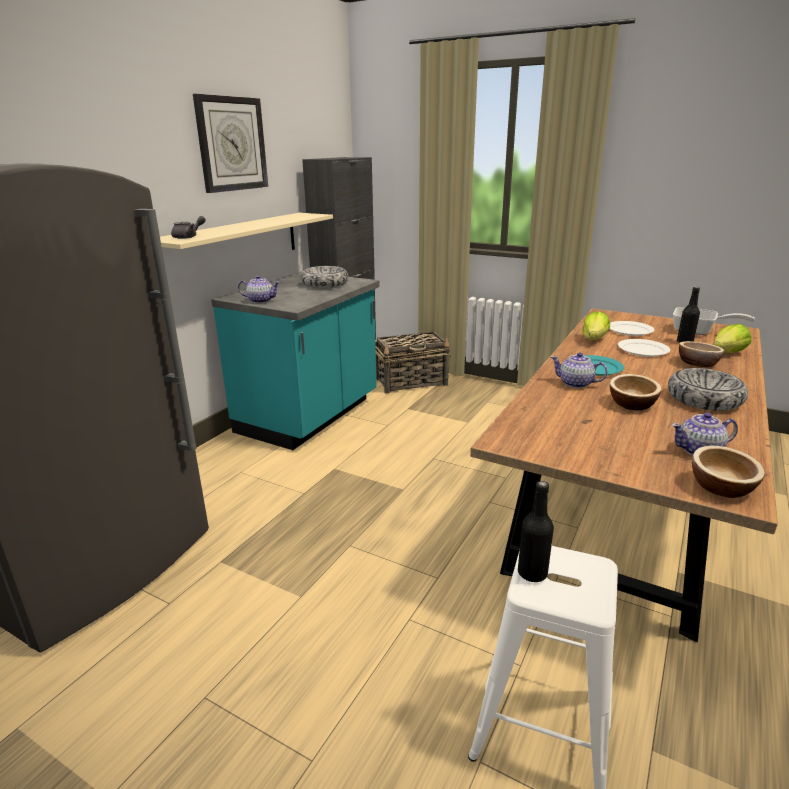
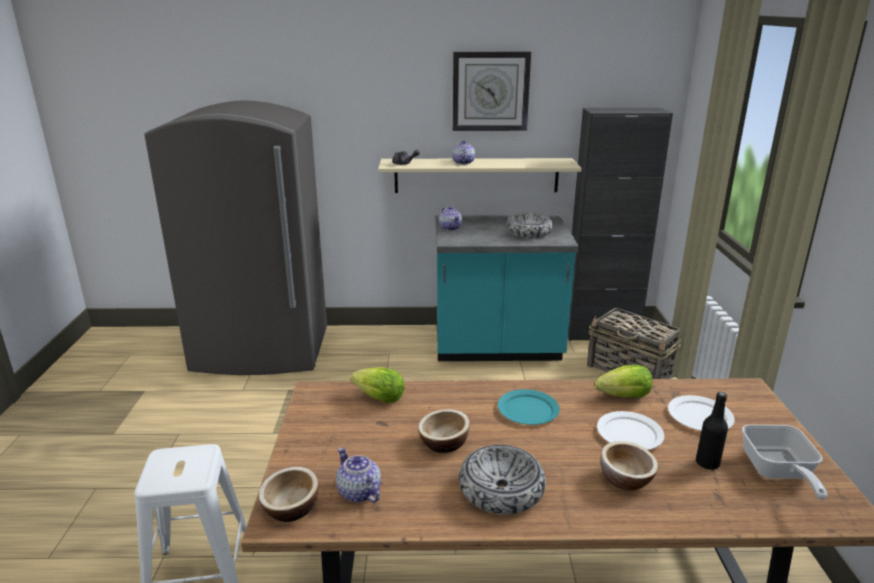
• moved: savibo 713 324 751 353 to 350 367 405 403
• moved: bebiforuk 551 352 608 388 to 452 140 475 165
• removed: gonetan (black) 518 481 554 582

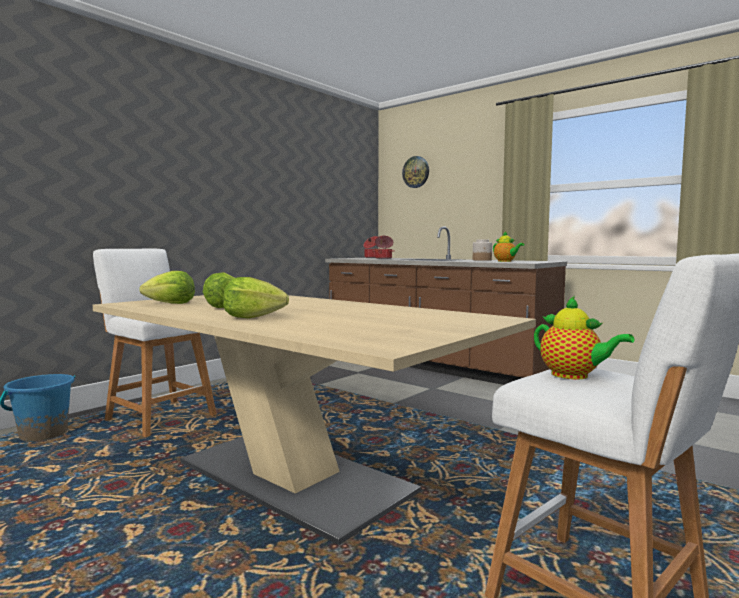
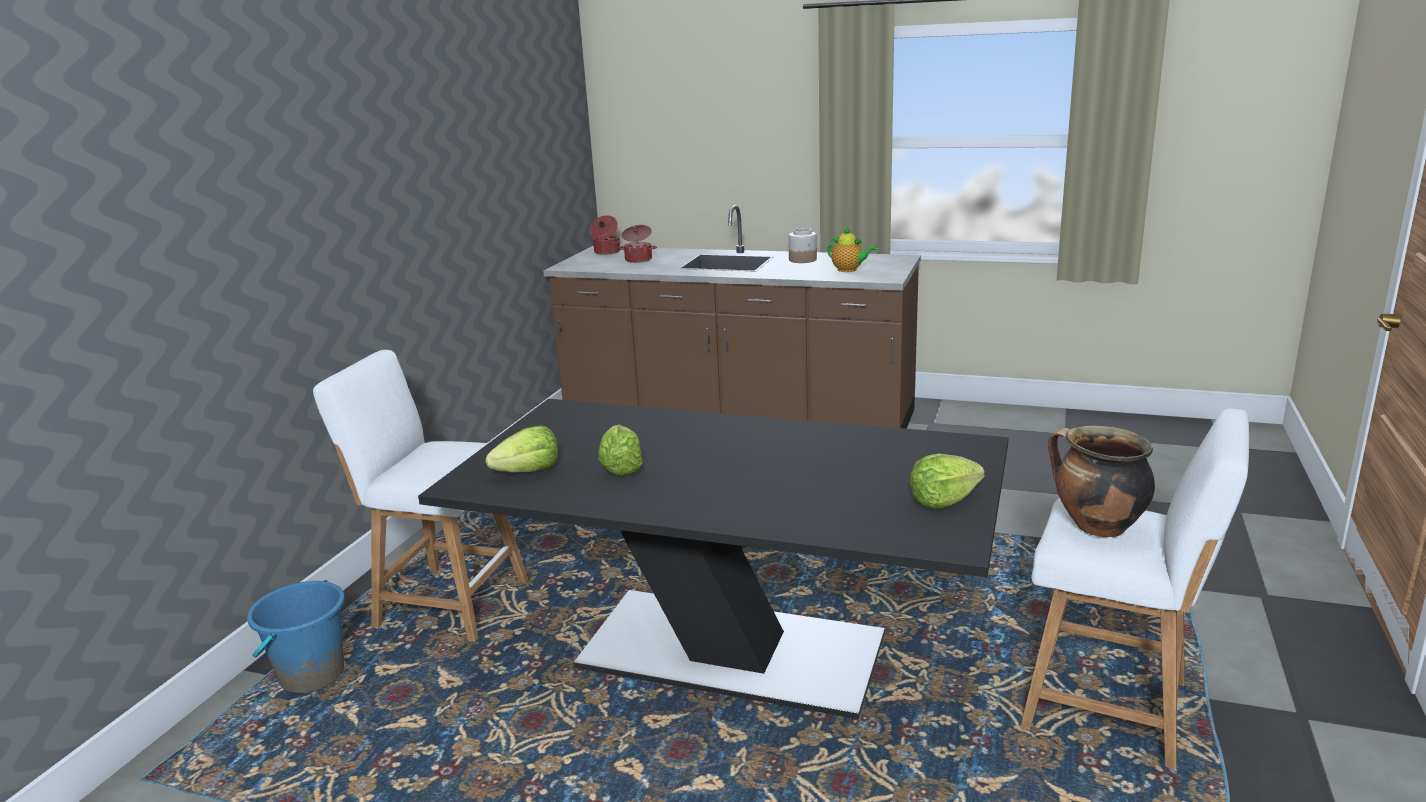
• removed: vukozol 402 156 429 188
• moved: savibo 223 277 289 319 to 910 454 985 508
• recoloured: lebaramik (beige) 93 295 536 545 to lebaramik (black) 418 399 1009 719
• replaced: bebiforuk 534 296 634 379 to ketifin 1048 426 1155 537

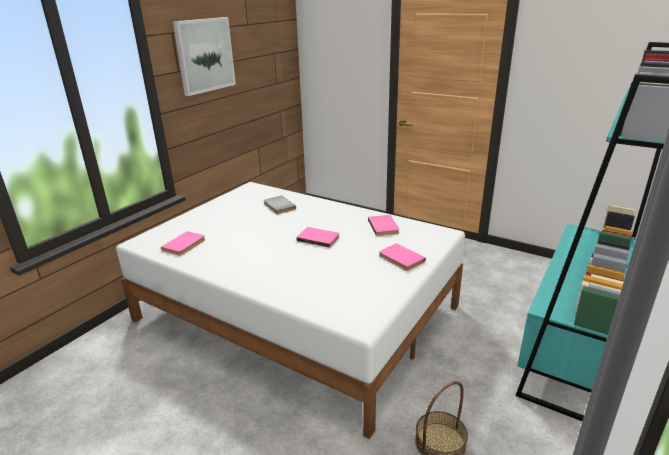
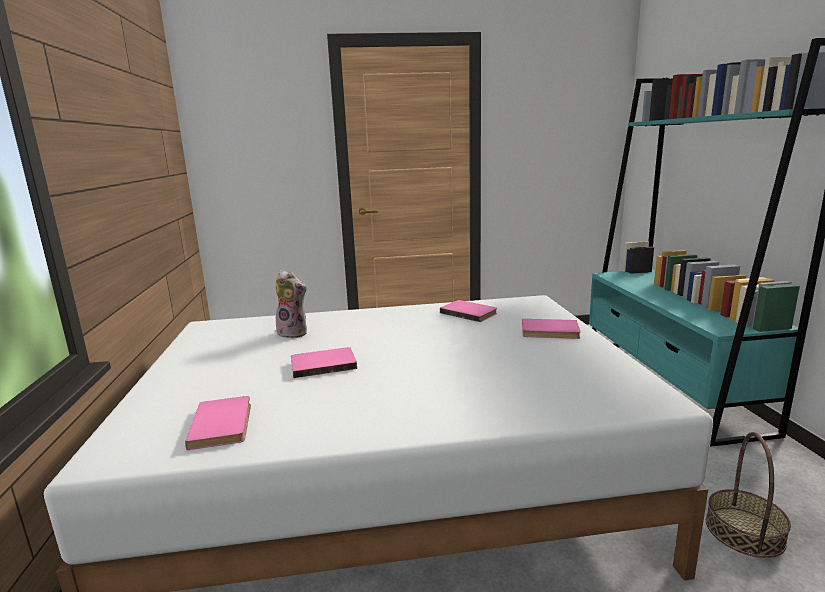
• removed: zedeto 173 17 236 96
• replaced: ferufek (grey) 264 195 296 214 to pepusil 275 270 307 338
• moved: ferufek (pink) 296 227 340 248 to 291 347 357 378

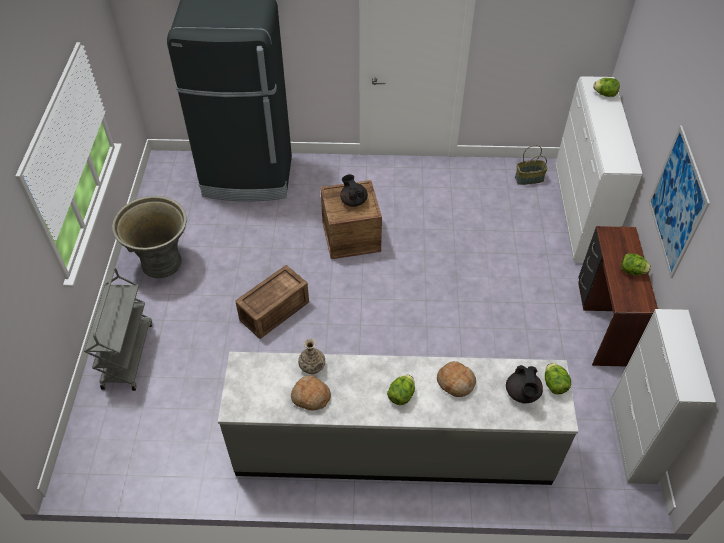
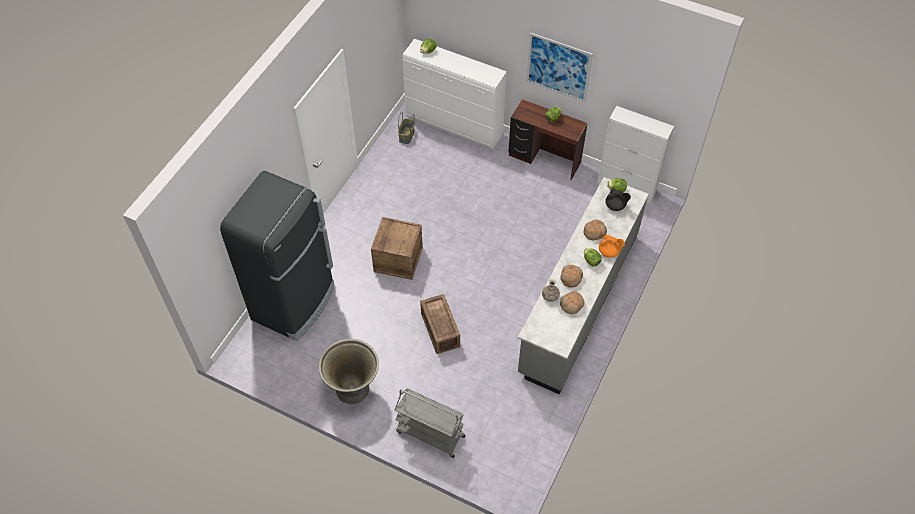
• removed: bebiforuk (black) 340 174 368 207
• added: bebiforuk (orange) 599 235 625 258
• added: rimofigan 560 265 583 288

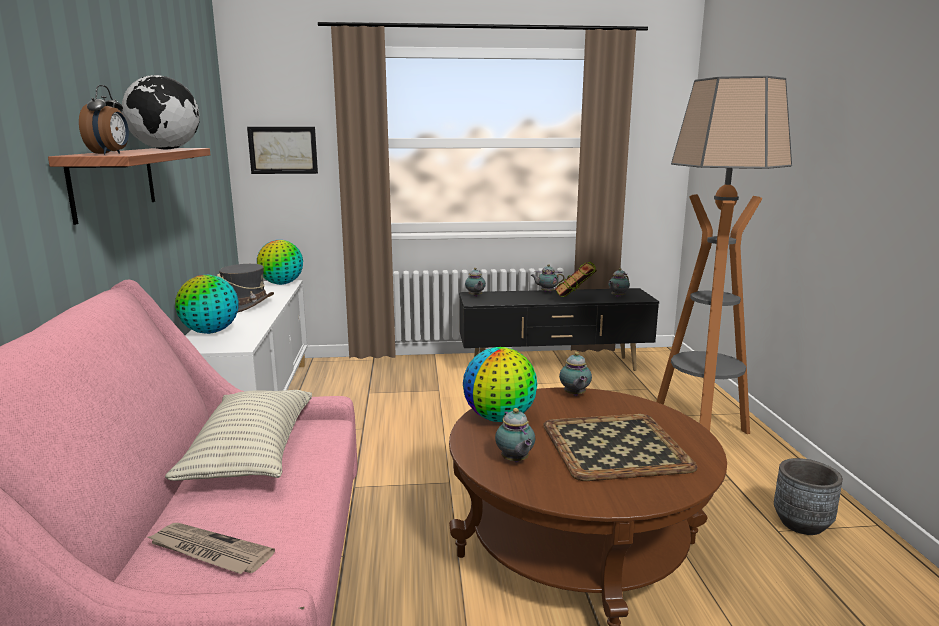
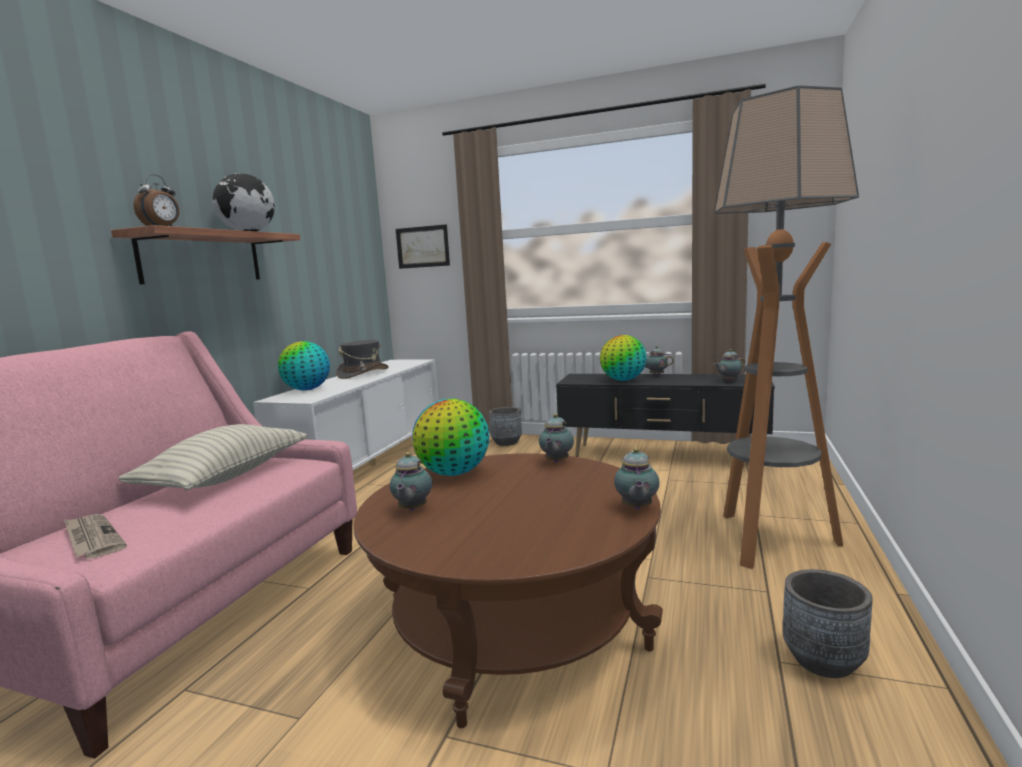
• moved: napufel 257 240 303 285 to 600 335 647 381
• removed: ferufek 554 262 597 297
• moved: bebiforuk 465 268 486 297 to 614 448 660 510
• removed: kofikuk 543 414 698 481
• added: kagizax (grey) 489 407 522 446

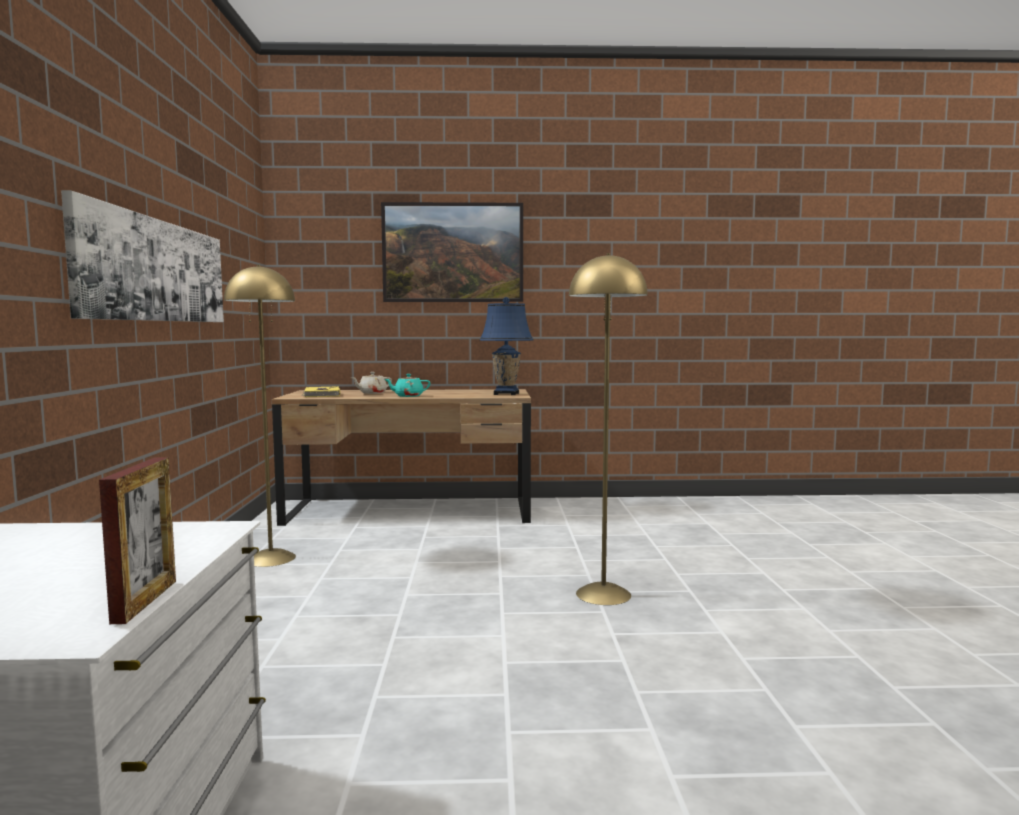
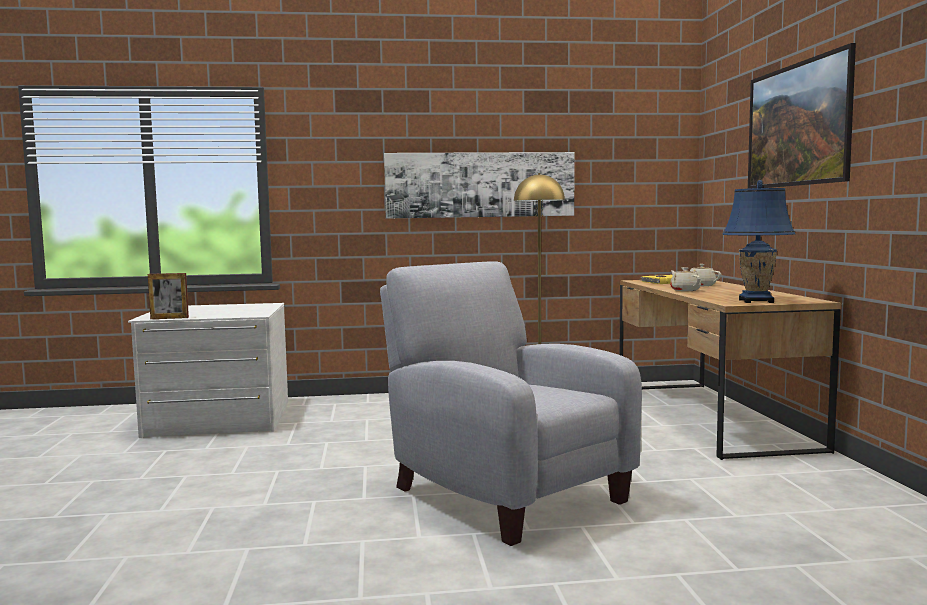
• replaced: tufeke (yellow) 569 253 648 605 to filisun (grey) 380 261 642 546
• recoloured: bebiforuk (turquoise) 385 374 430 397 to bebiforuk (beige) 670 267 701 291

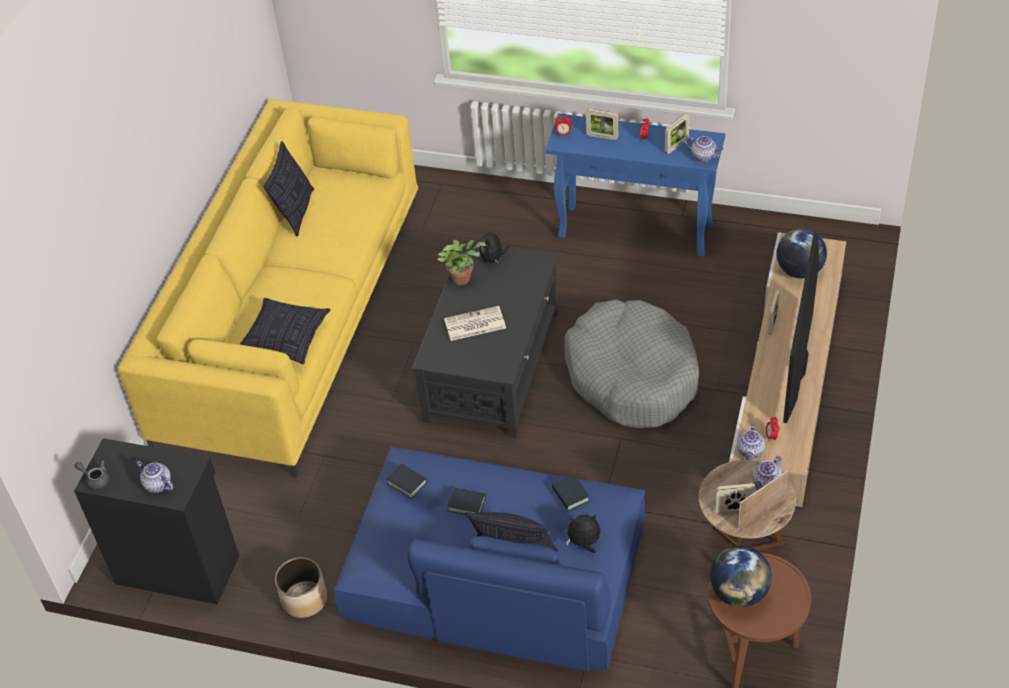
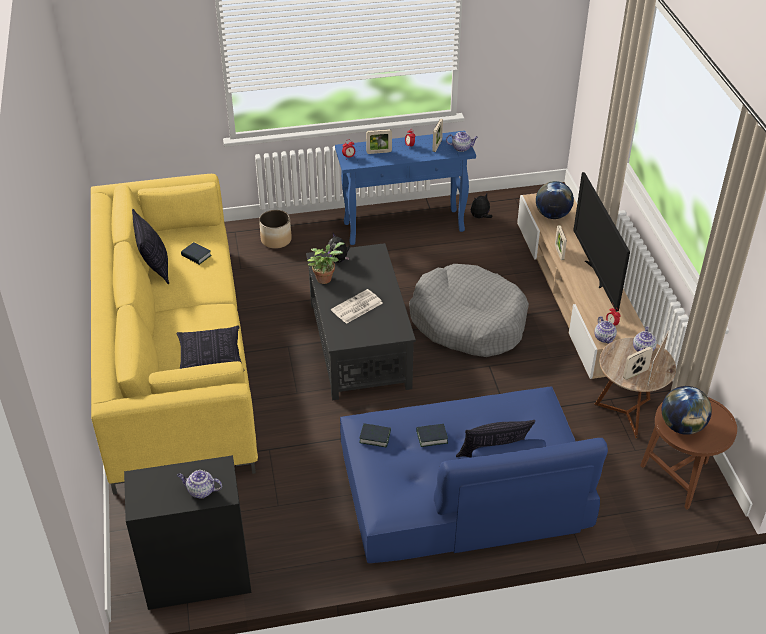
• removed: bebiforuk (grey) 75 460 110 491
• moved: ferufek 551 474 589 512 to 181 242 211 265
• moved: pepusil 566 514 601 553 to 471 194 492 218
• moved: kagizax 275 557 327 618 to 259 210 292 249

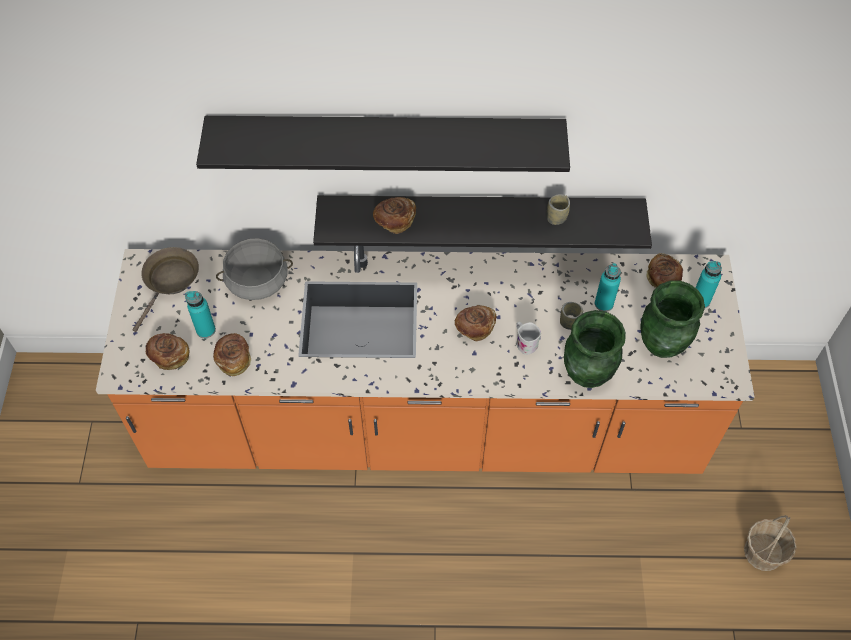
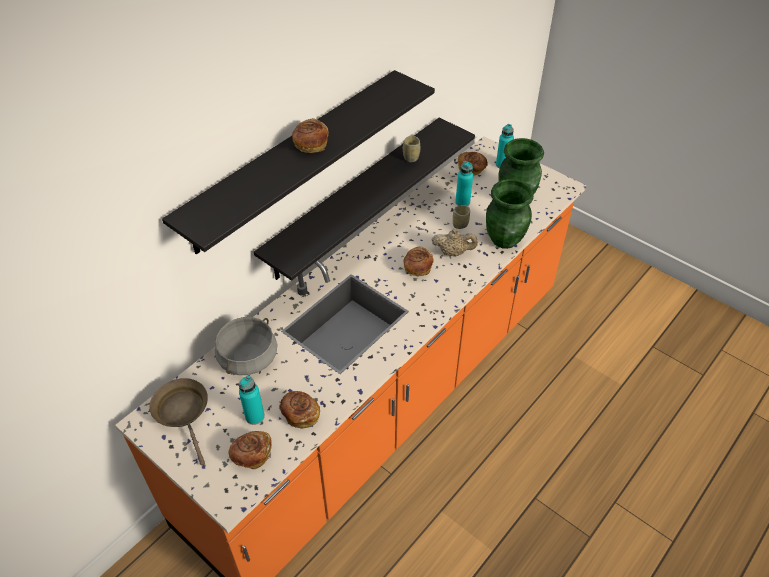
• moved: rimofigan 373 197 416 234 to 292 118 329 153
• replaced: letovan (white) 516 321 541 355 to bebiforuk (beige) 432 228 478 257
• removed: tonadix 744 515 797 571

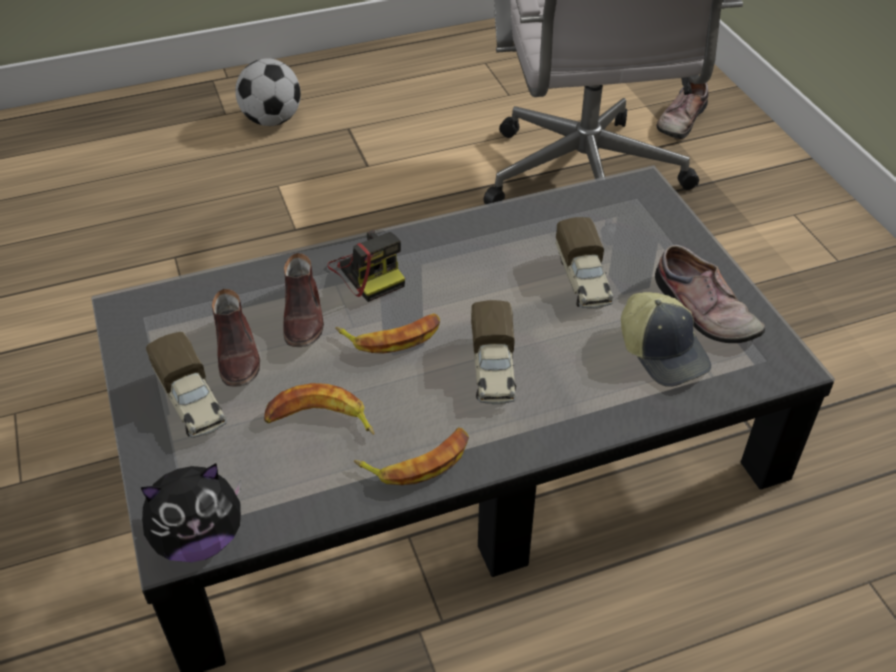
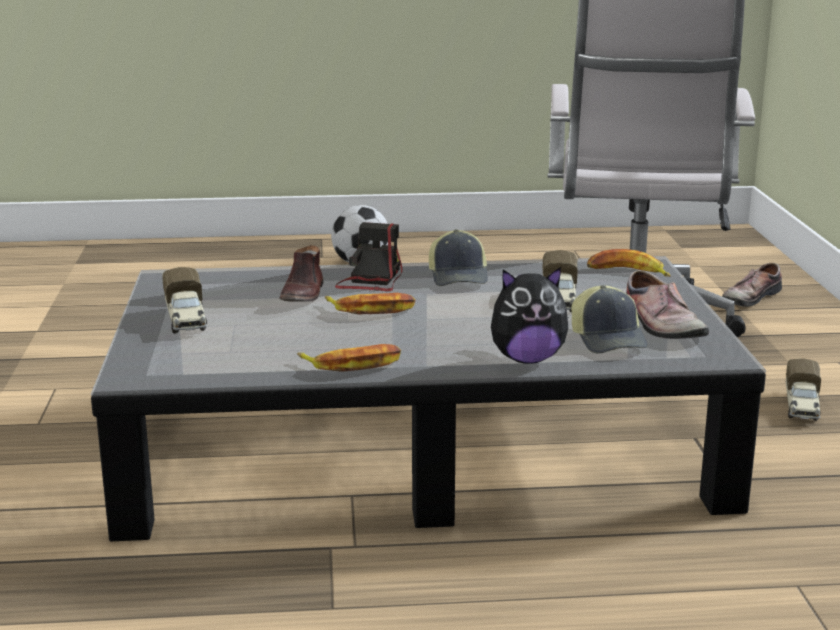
• turned: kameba 327 230 405 302 = 335 222 403 291 150 degrees counterclockwise
• removed: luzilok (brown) 212 289 260 387
• moved: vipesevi 471 300 516 405 to 786 358 821 421
• moved: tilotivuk 264 383 374 435 to 587 249 671 277
• moved: pepusil 141 463 241 562 to 491 267 568 364
• added: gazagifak 429 229 488 286

